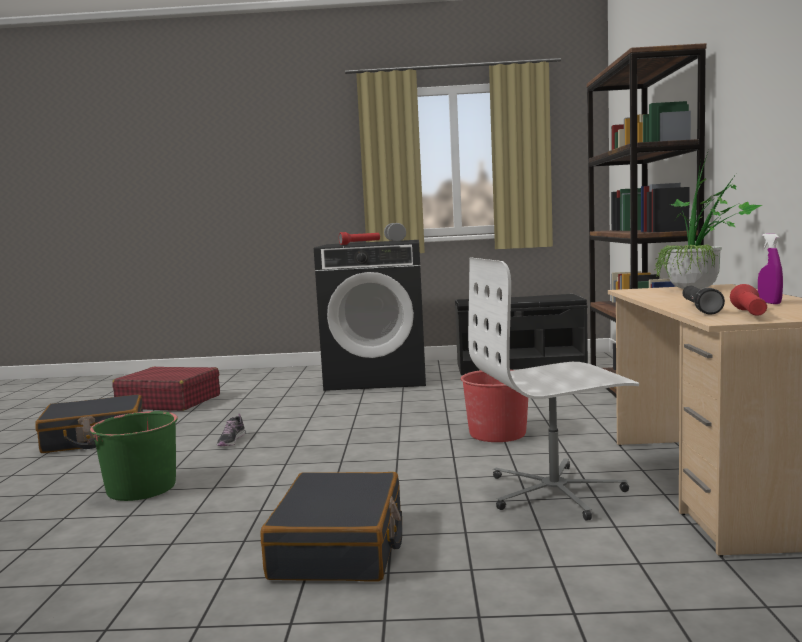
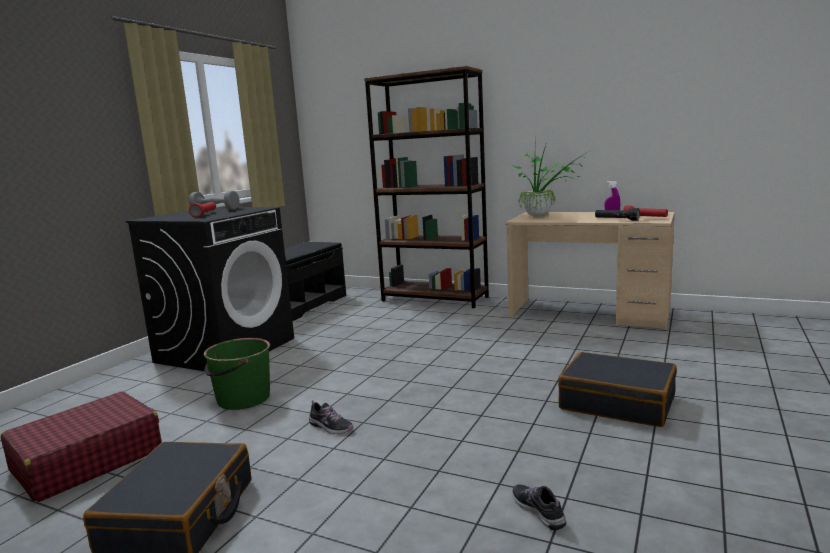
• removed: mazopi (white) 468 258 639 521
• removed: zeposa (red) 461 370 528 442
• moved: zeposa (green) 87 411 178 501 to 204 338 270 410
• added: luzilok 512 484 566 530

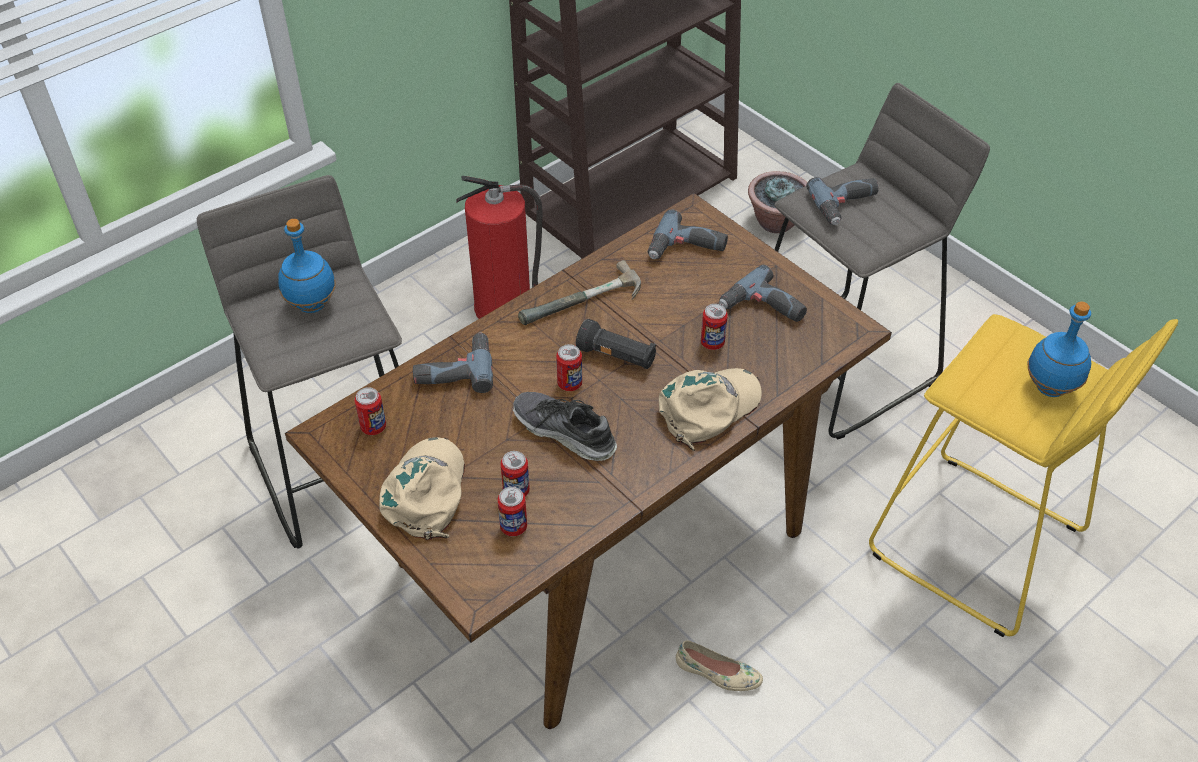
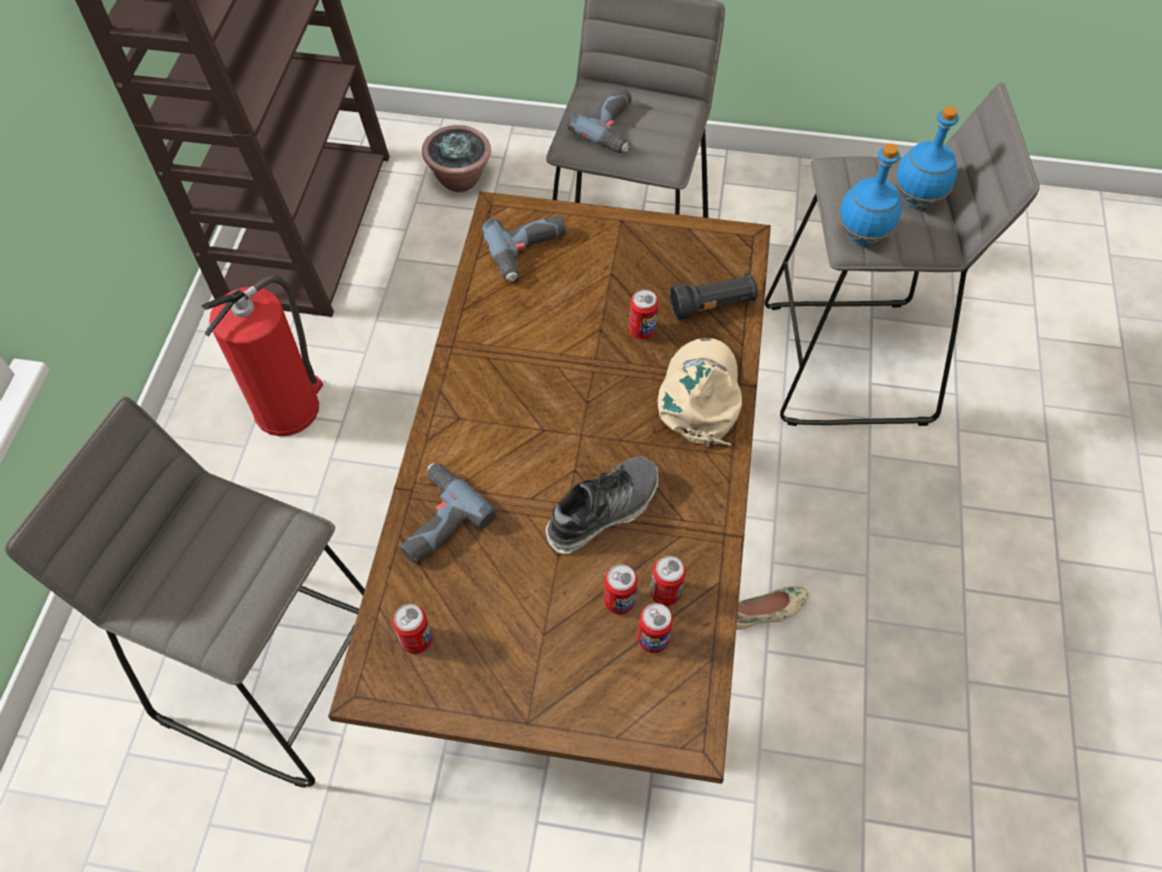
• moved: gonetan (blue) 278 219 336 313 to 839 144 902 246
• removed: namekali 518 260 641 325
• removed: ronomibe 719 264 807 322
• recoloured: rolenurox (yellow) 869 314 1178 637 to rolenurox (grey) 765 83 1040 426
• moved: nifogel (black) 576 319 656 369 to 670 272 759 320
• moved: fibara 556 344 582 391 to 650 556 686 606
• turned: luzilok 512 392 617 461 = 546 456 658 554 150 degrees clockwise
• removed: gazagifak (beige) 379 437 465 540

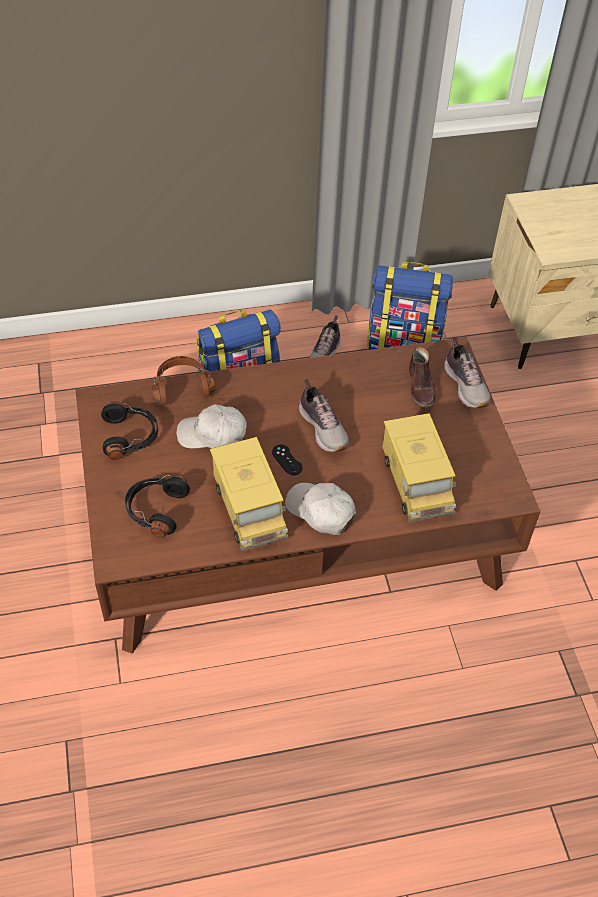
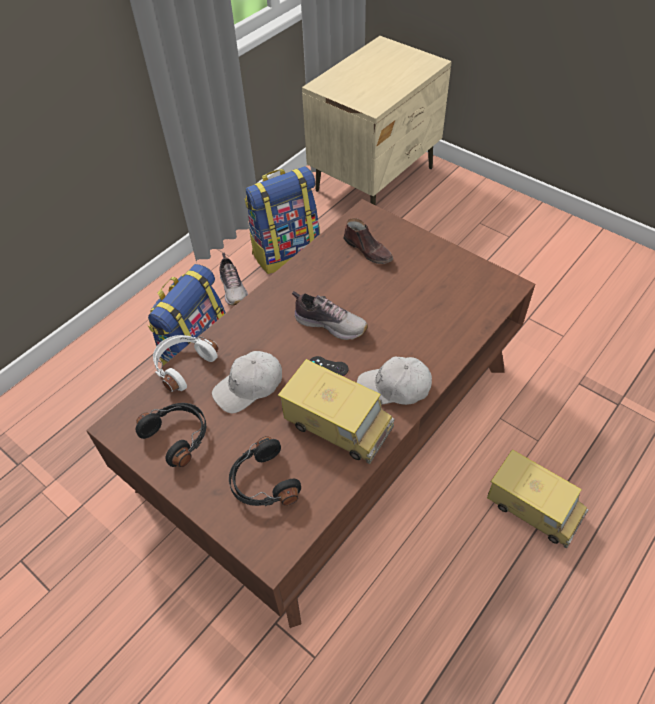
• removed: luzilok 444 337 490 408
• recoloured: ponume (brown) 152 356 216 405 to ponume (white) 153 335 218 392
• moved: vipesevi 382 413 456 522 to 487 449 588 548

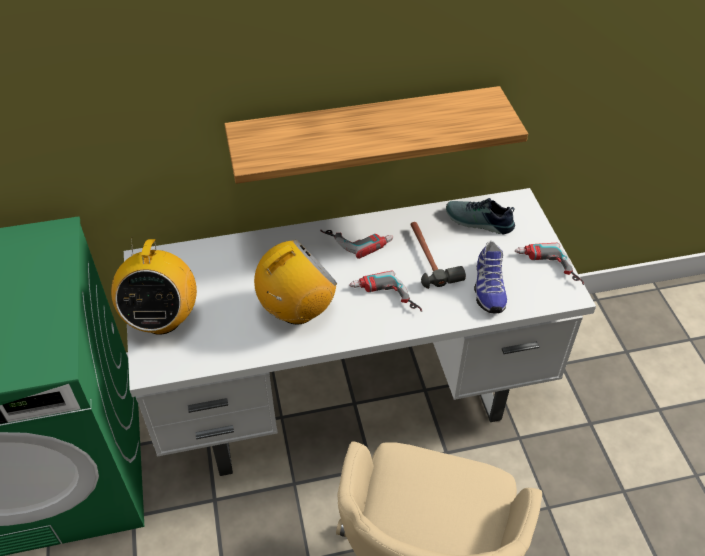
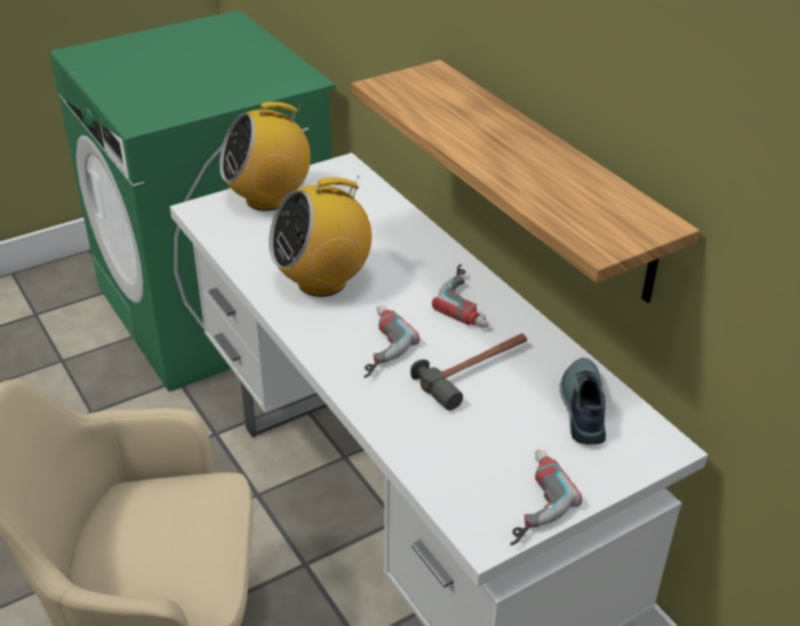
• turned: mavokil 254 240 337 325 = 269 176 372 297 120 degrees clockwise
• removed: luzilok 474 241 507 313

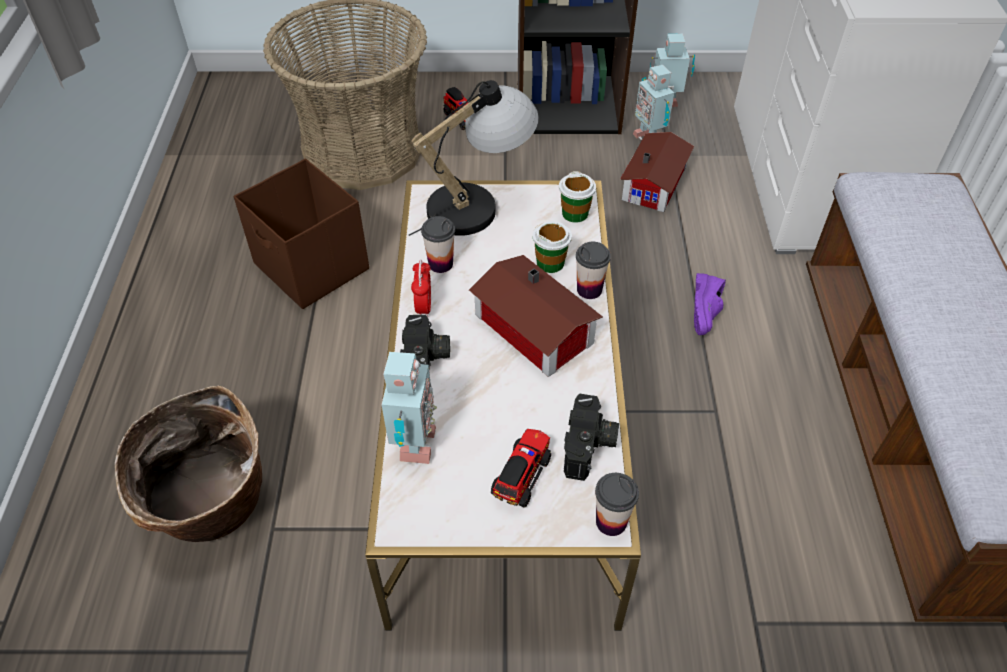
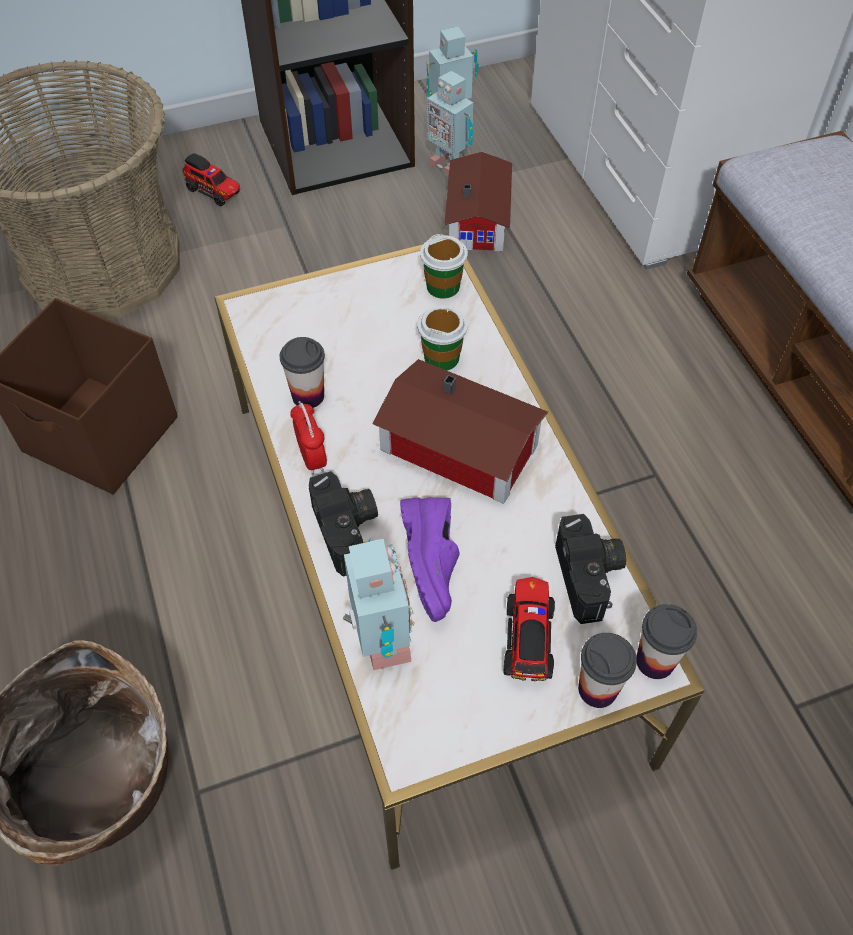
• removed: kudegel 409 80 539 236
• moved: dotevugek 576 242 611 299 to 578 633 637 708
• moved: luzilok (purple) 694 273 726 335 to 400 497 460 622

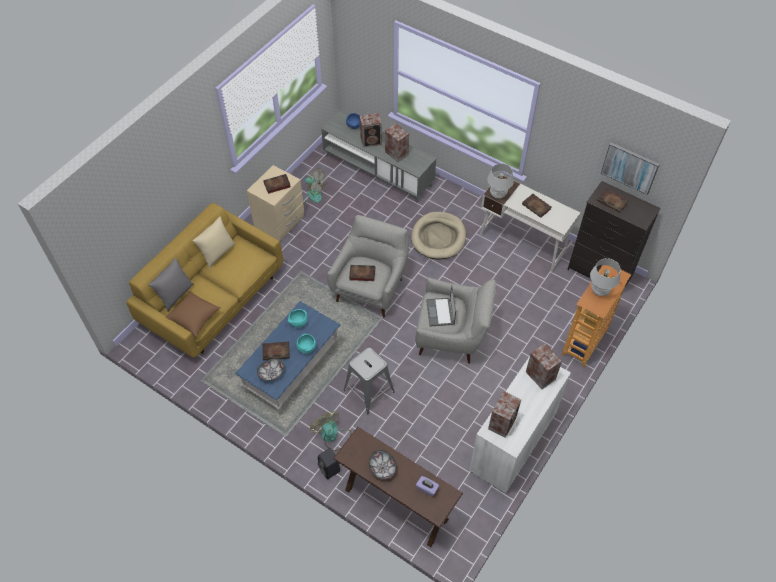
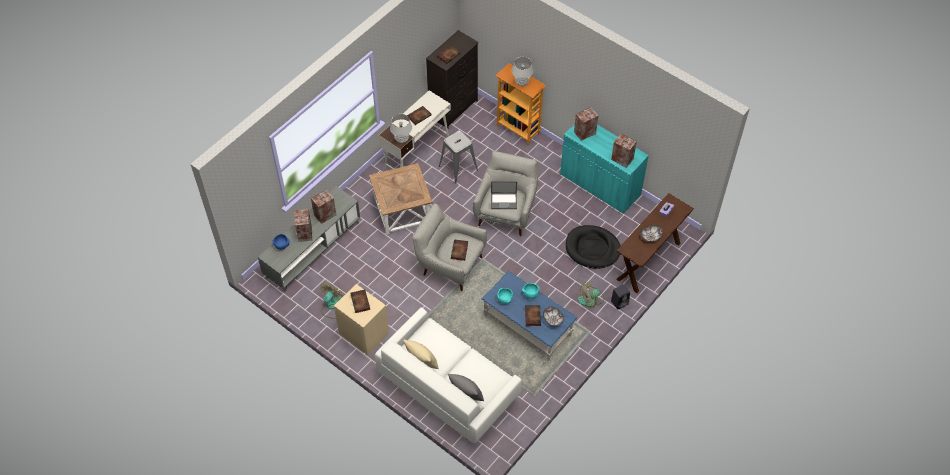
• removed: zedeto 601 143 660 195
• recoloured: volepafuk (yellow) 126 203 283 358 to volepafuk (white) 375 308 522 444
• replaced: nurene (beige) 411 212 466 260 to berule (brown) 369 163 433 235
• removed: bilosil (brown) 166 291 221 337
• moved: rolenurox (grey) 344 348 395 414 to 439 131 478 184
• recoloured: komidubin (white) 469 356 571 493 to komidubin (turquoise) 560 124 649 214
• added: nurene (black) 566 225 621 268

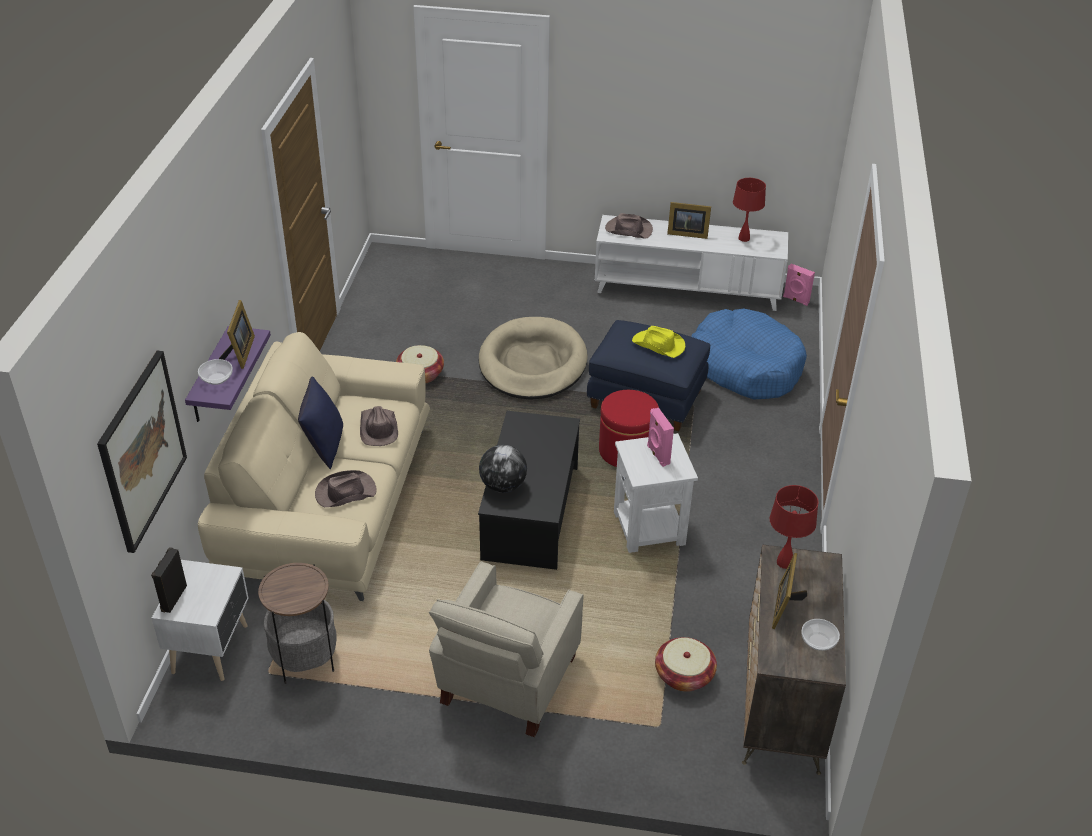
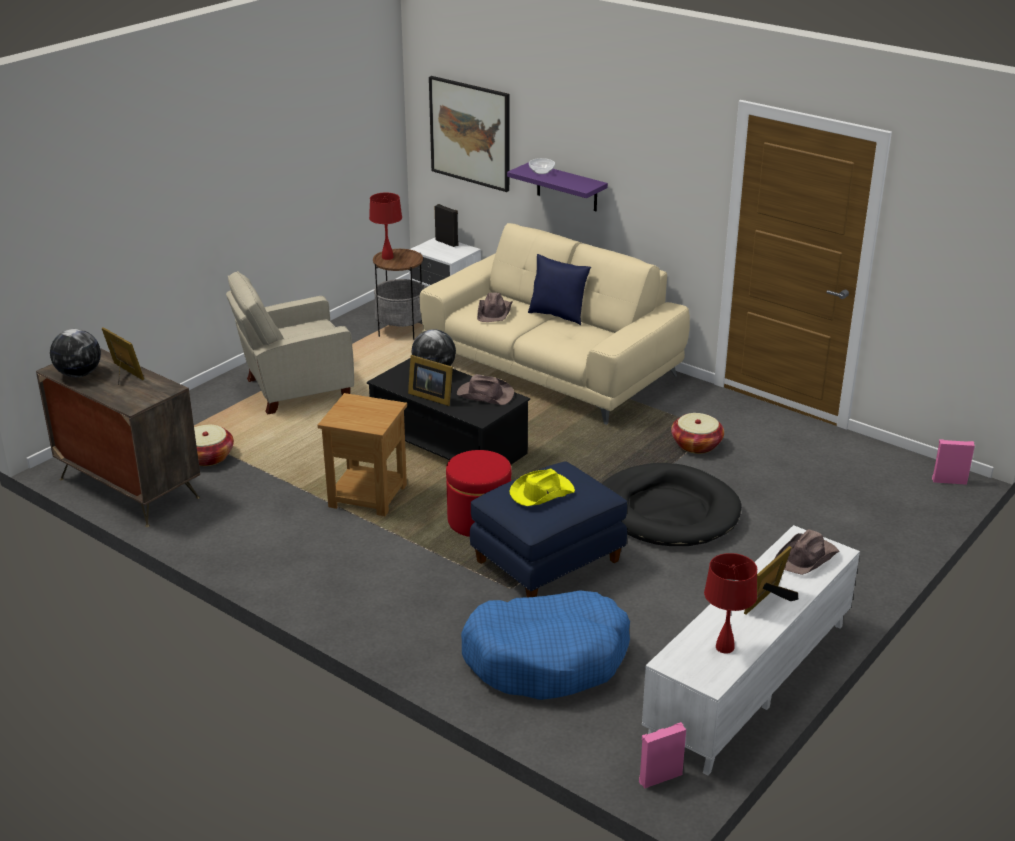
• moved: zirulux 219 300 255 369 to 408 355 453 406
• recoloured: nurene (beige) 479 317 588 400 to nurene (black) 602 463 742 546
• moved: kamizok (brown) 360 406 398 446 to 457 374 514 405
• moved: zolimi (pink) 647 408 674 467 to 932 439 975 485
• recoloured: berule (white) 614 433 698 553 to berule (brown) 318 393 407 516
• moved: kudegel (red) 770 485 819 569 to 369 193 402 260
• turned: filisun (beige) 429 561 583 737 = 226 271 354 415 75 degrees counterclockwise
• replaced: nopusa 801 619 840 651 to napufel 50 329 101 377

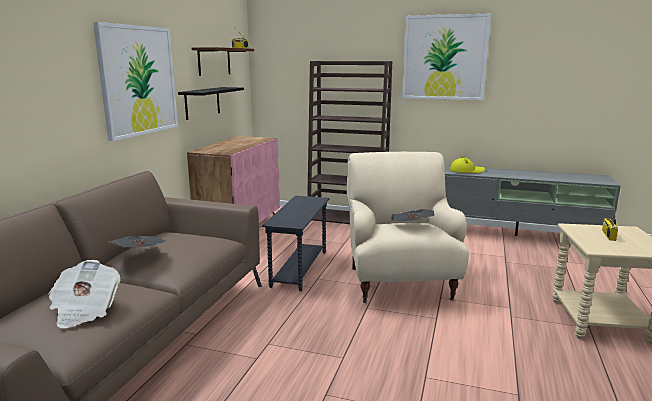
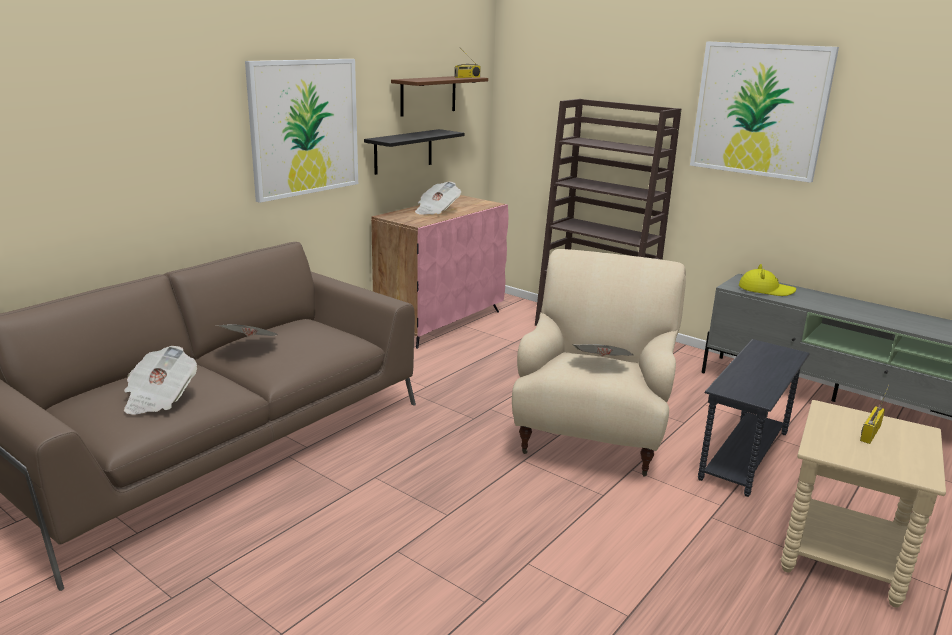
• moved: berule (grey) 262 196 330 291 to 698 339 810 497
• added: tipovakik 415 182 461 215

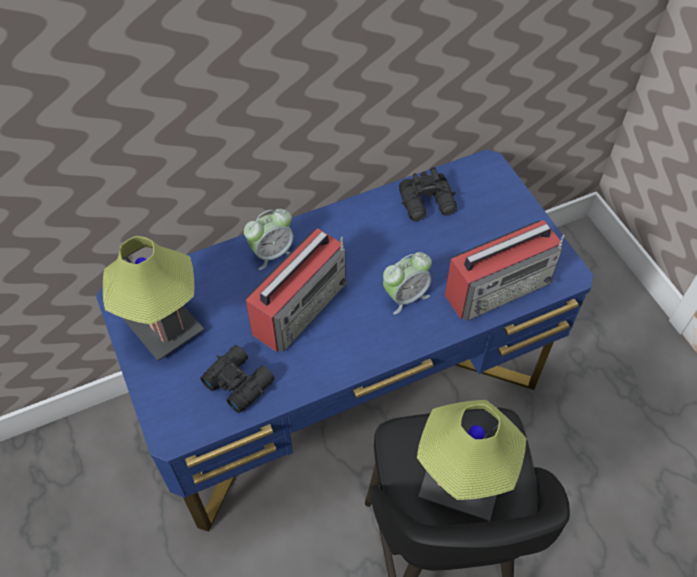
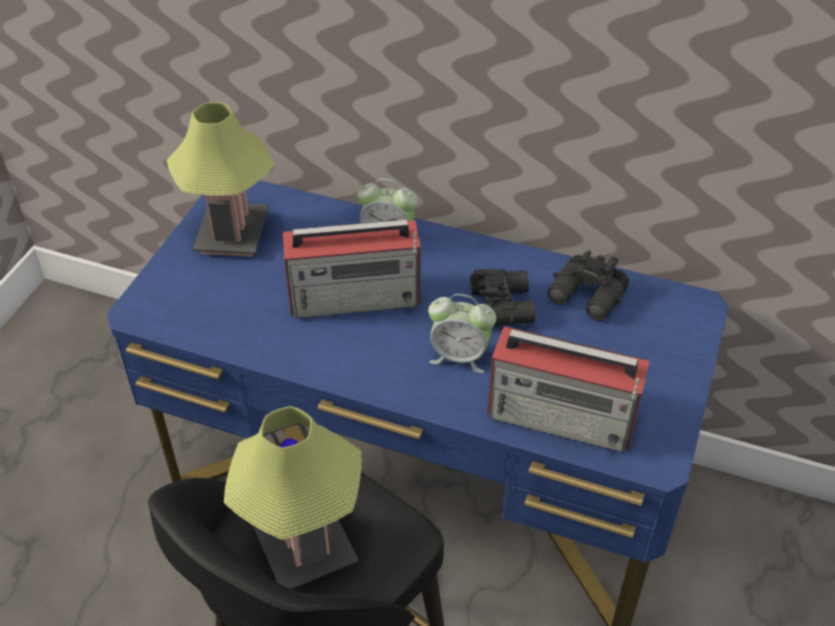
• moved: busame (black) 200 345 274 413 to 471 269 535 326

